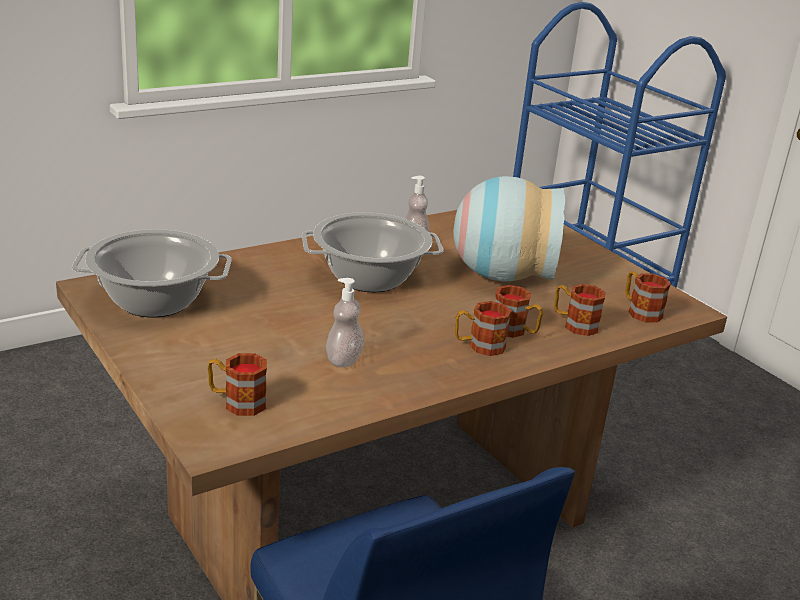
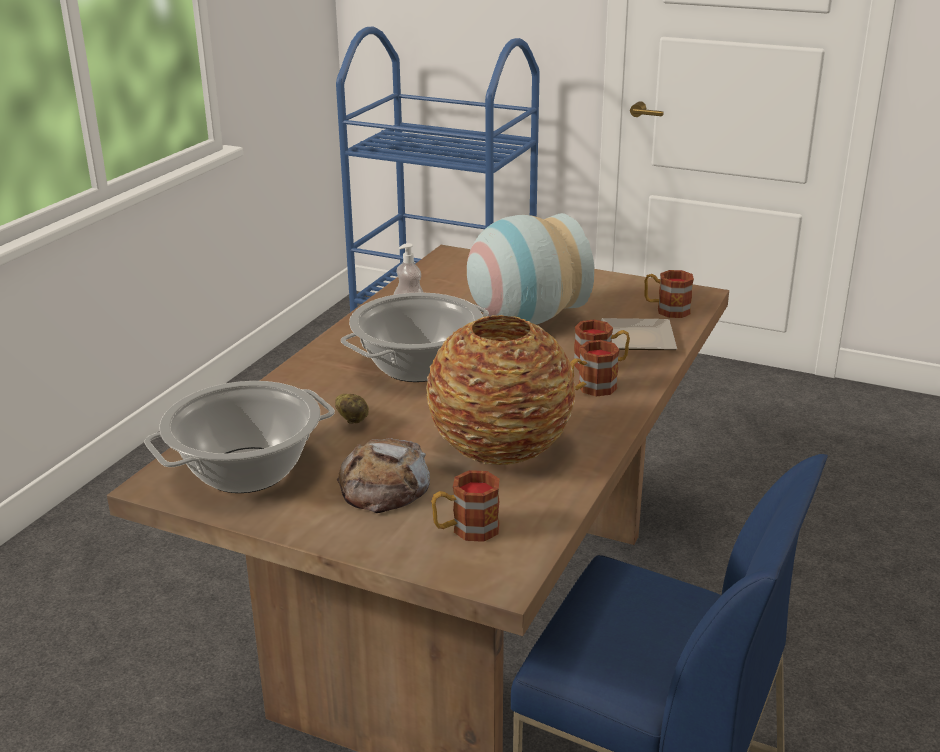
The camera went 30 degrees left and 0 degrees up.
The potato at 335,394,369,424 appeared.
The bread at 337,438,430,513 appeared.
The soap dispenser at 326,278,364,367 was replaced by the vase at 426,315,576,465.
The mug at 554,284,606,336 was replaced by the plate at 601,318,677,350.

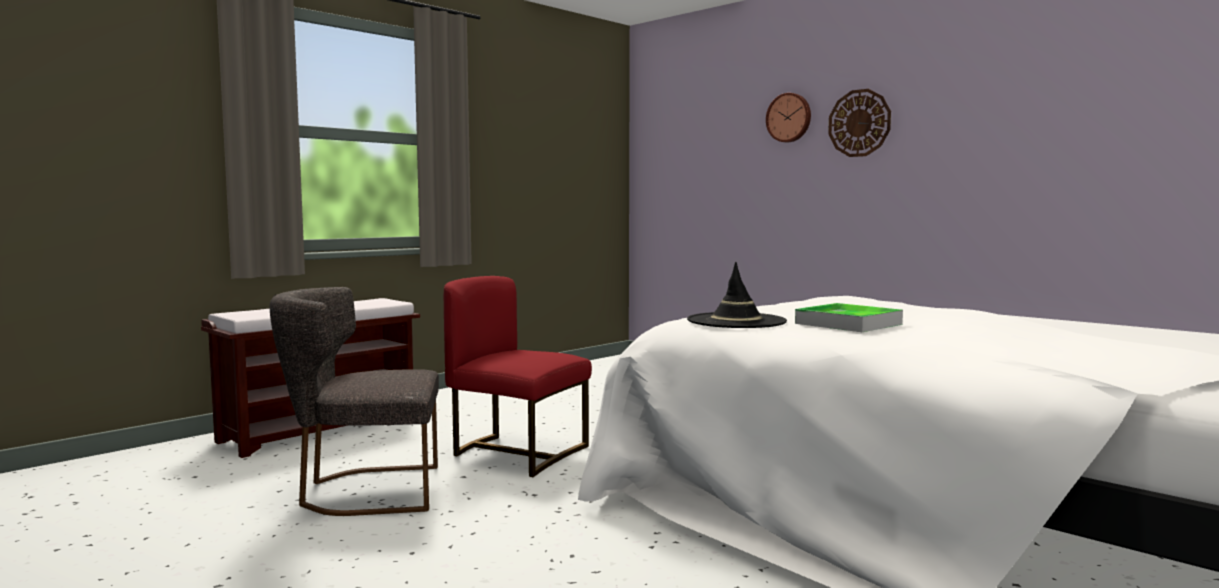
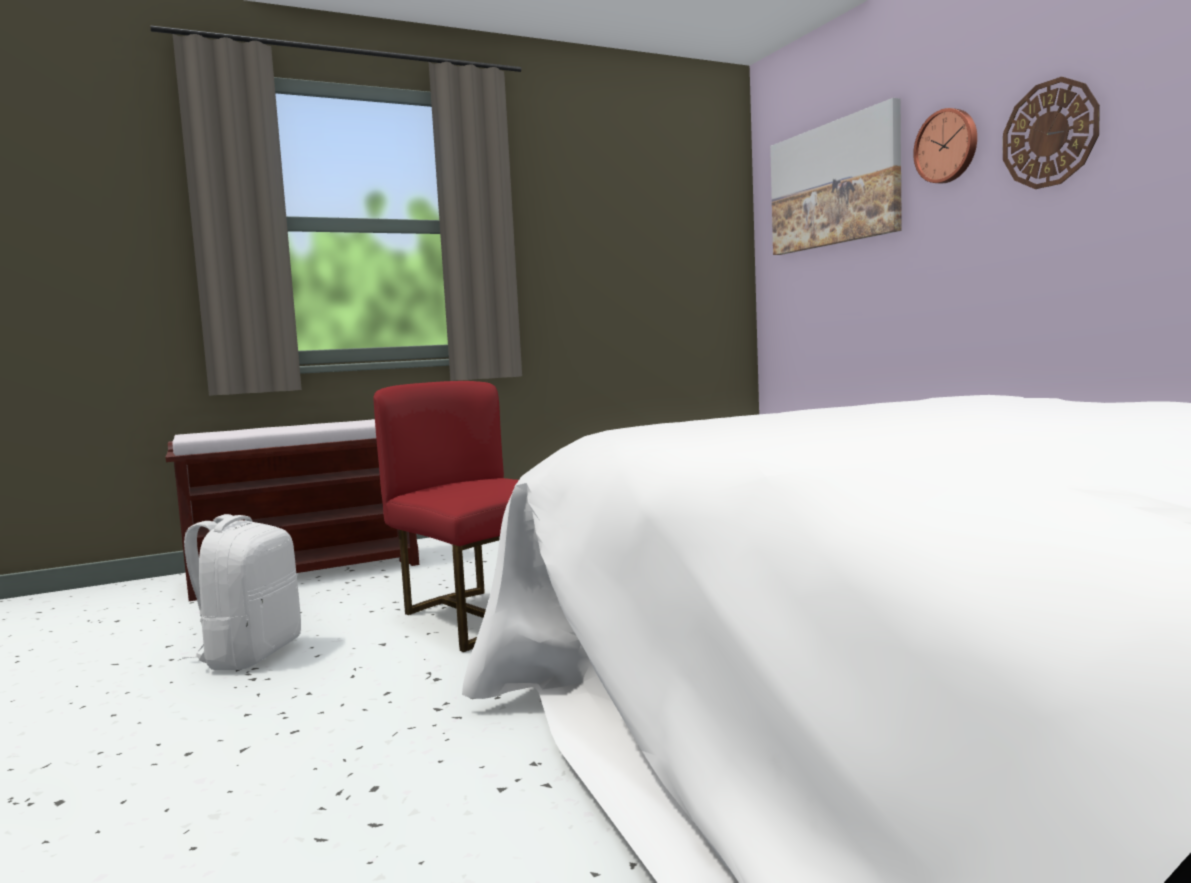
The camera went 20 degrees right and 0 degrees up.
The grey chair at 270,287,439,516 was replaced by the white backpack at 182,514,301,670.
The picture at 770,98,902,255 appeared.
The black hat at 687,262,787,328 disappeared.
The tray at 795,303,903,332 disappeared.

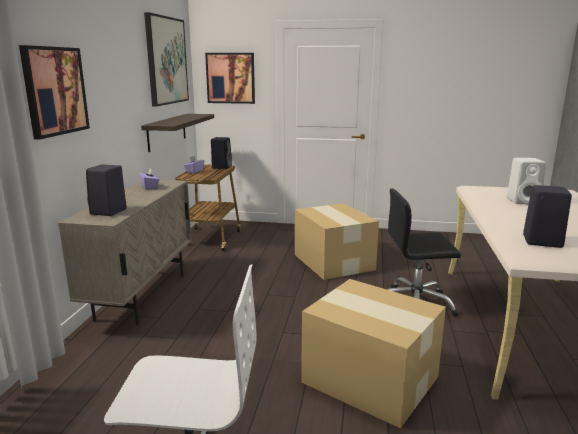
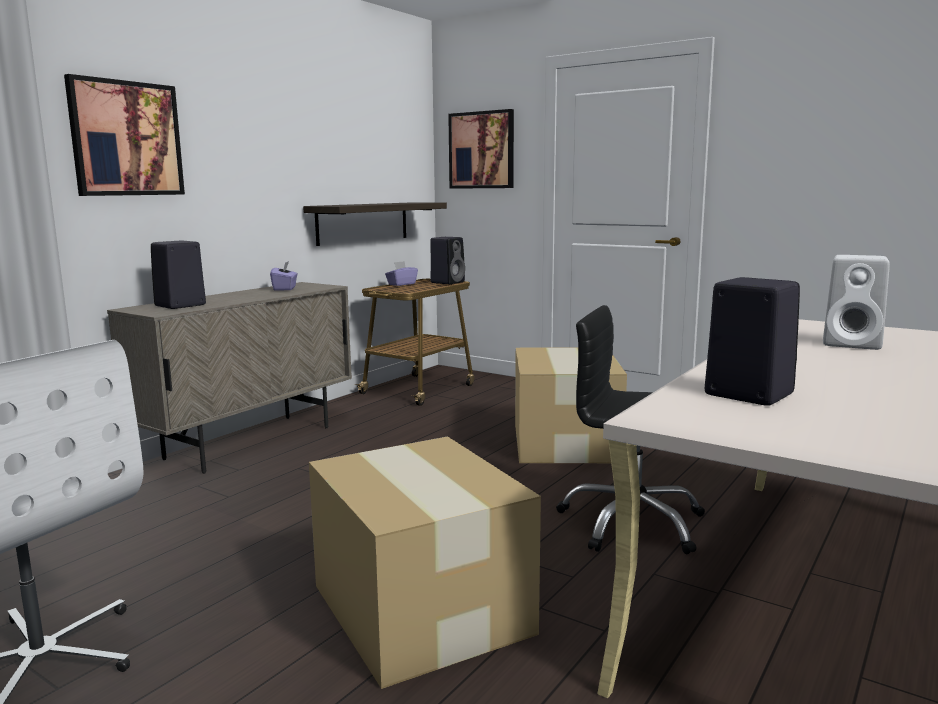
The camera went 25 degrees right and 5 degrees down.
The picture at 144,12,189,107 disappeared.

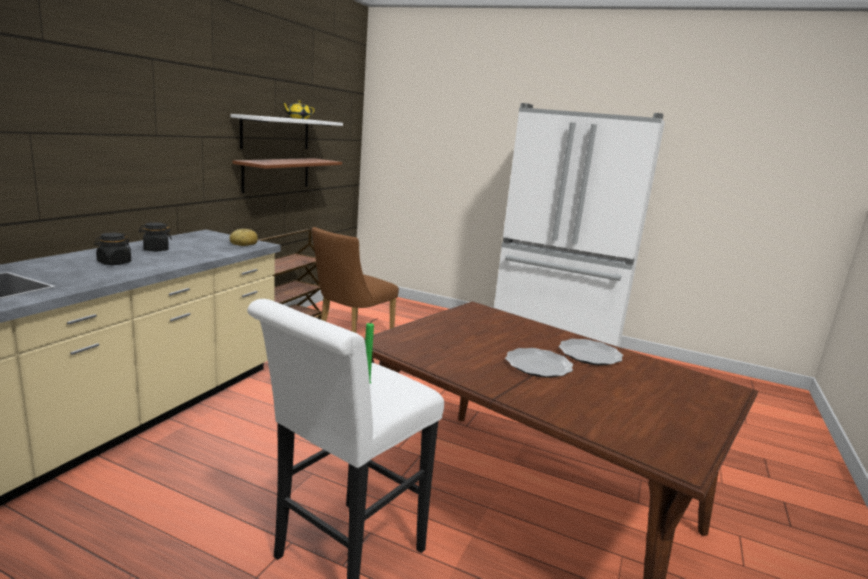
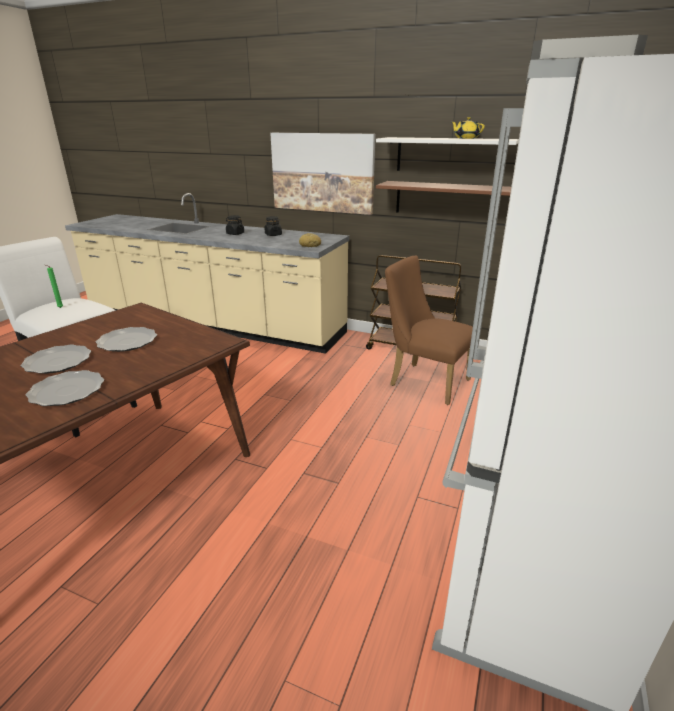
The camera went 90 degrees right and 10 degrees up.
The plate at 96,327,157,352 appeared.
The picture at 270,133,376,215 appeared.

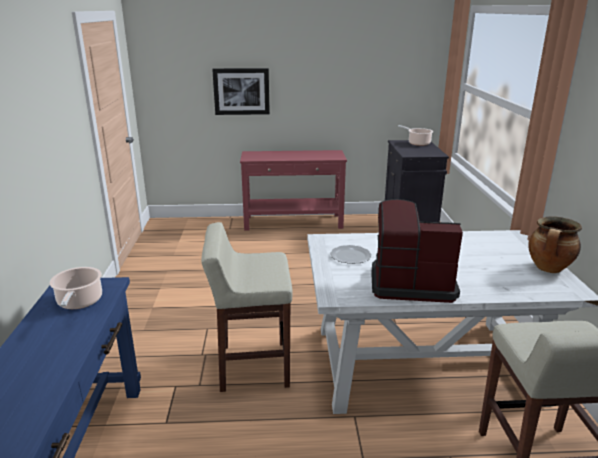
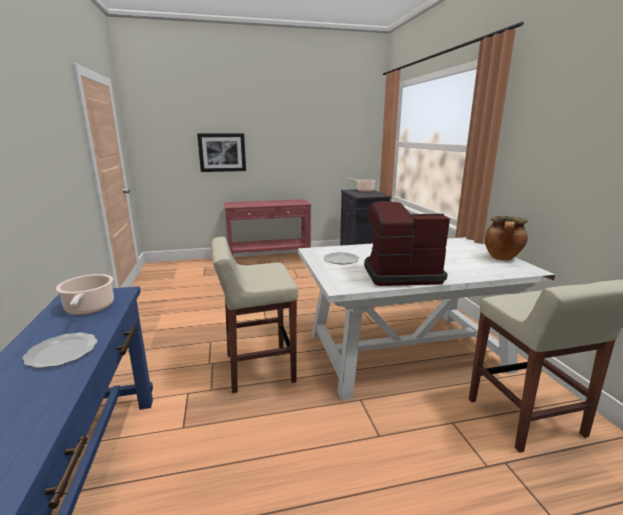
The camera went 10 degrees left and 5 degrees down.
The plate at 22,333,98,368 appeared.

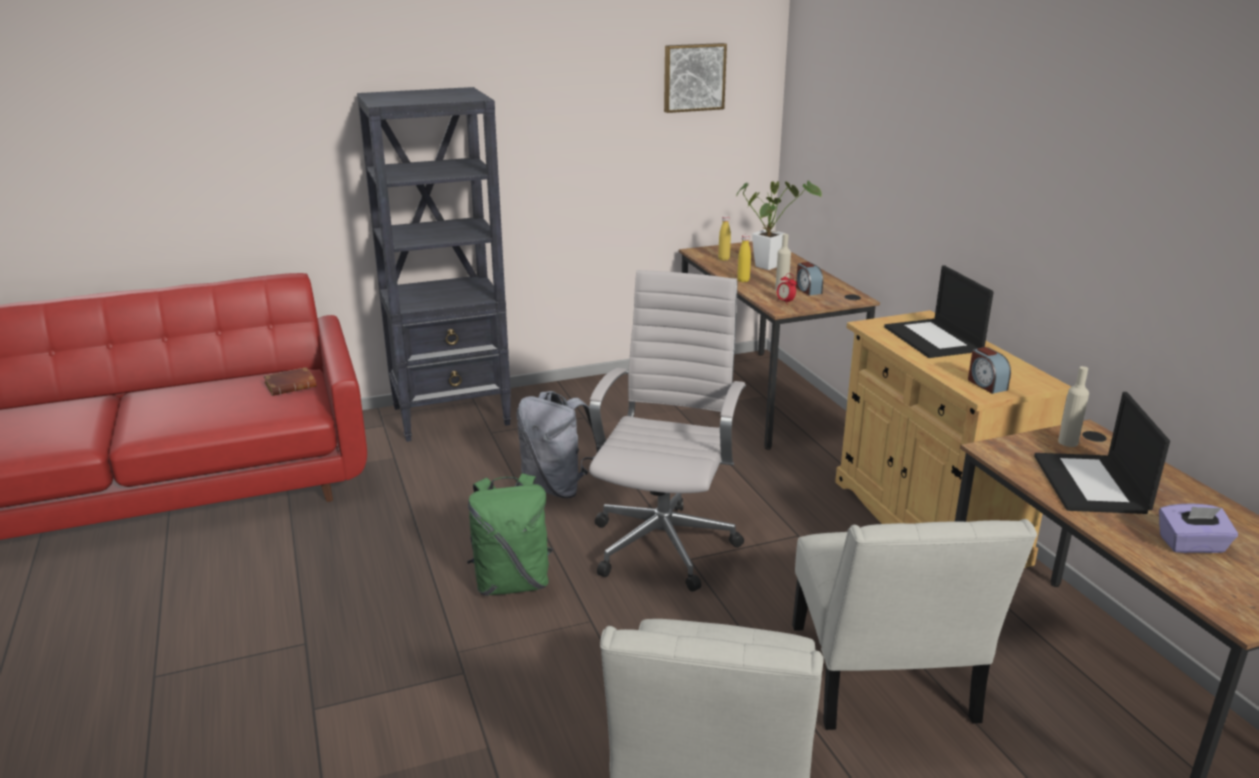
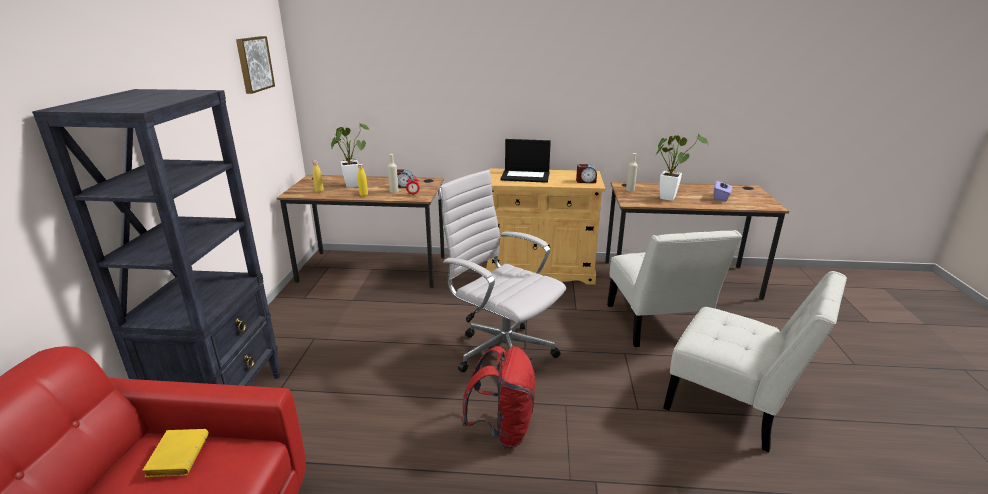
The camera went 65 degrees left and 0 degrees up.
The brown book at 263,367,317,396 became the yellow book at 142,429,209,477.
The green backpack at 467,473,553,596 became the red backpack at 461,346,536,449.
The white chair at 792,519,1037,730 turned 60 degrees clockwise.
The laptop at 1034,392,1170,514 was replaced by the potted plant at 656,134,708,201.
The grey backpack at 517,391,600,498 disappeared.

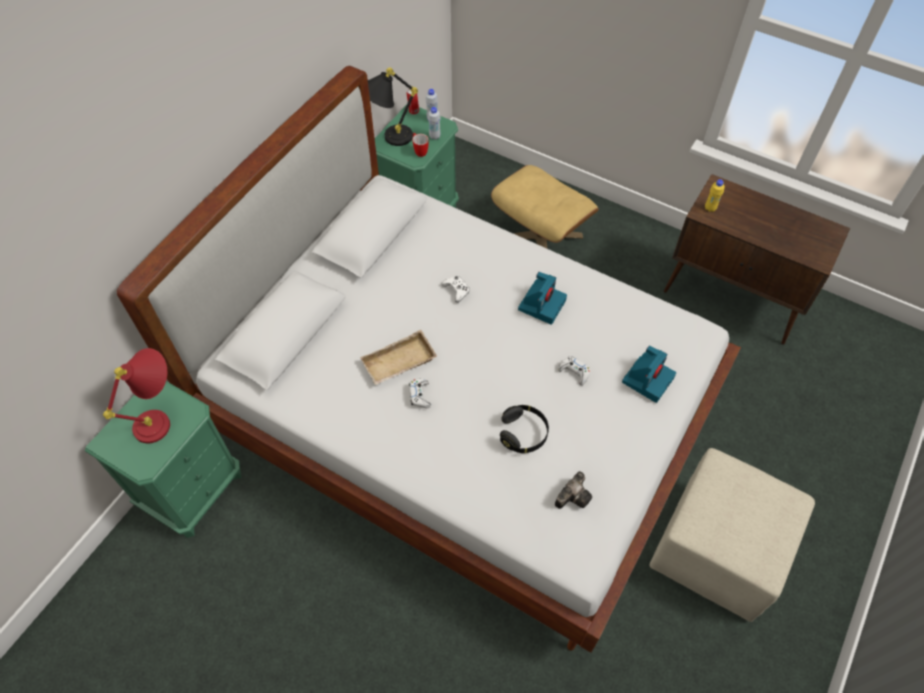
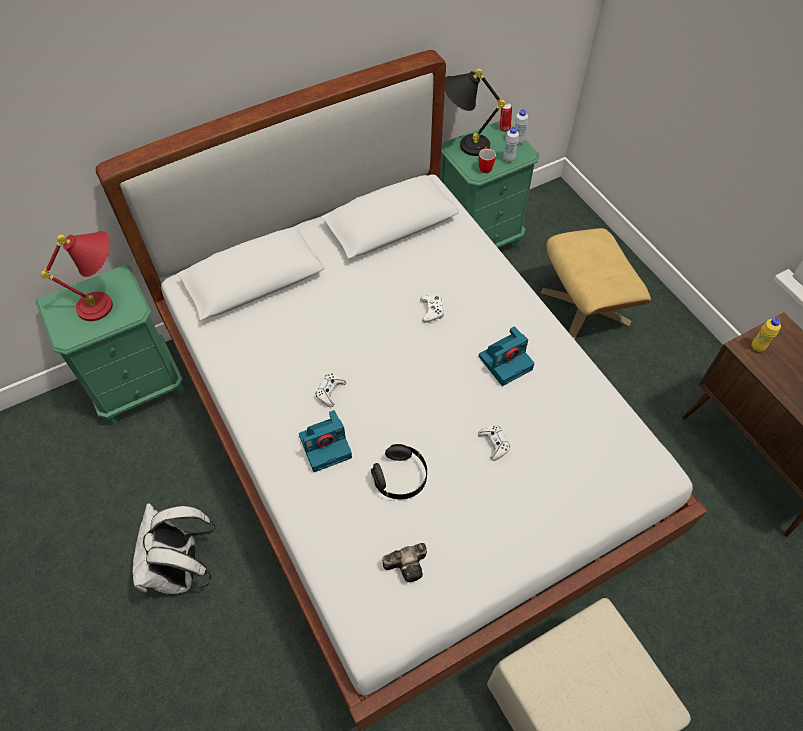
The camera went 30 degrees right and 0 degrees up.
The white backpack at 132,503,216,594 appeared.
The photo camera moved from 622,345,676,403 to 299,410,352,472.
The beige tray at 360,330,437,385 disappeared.

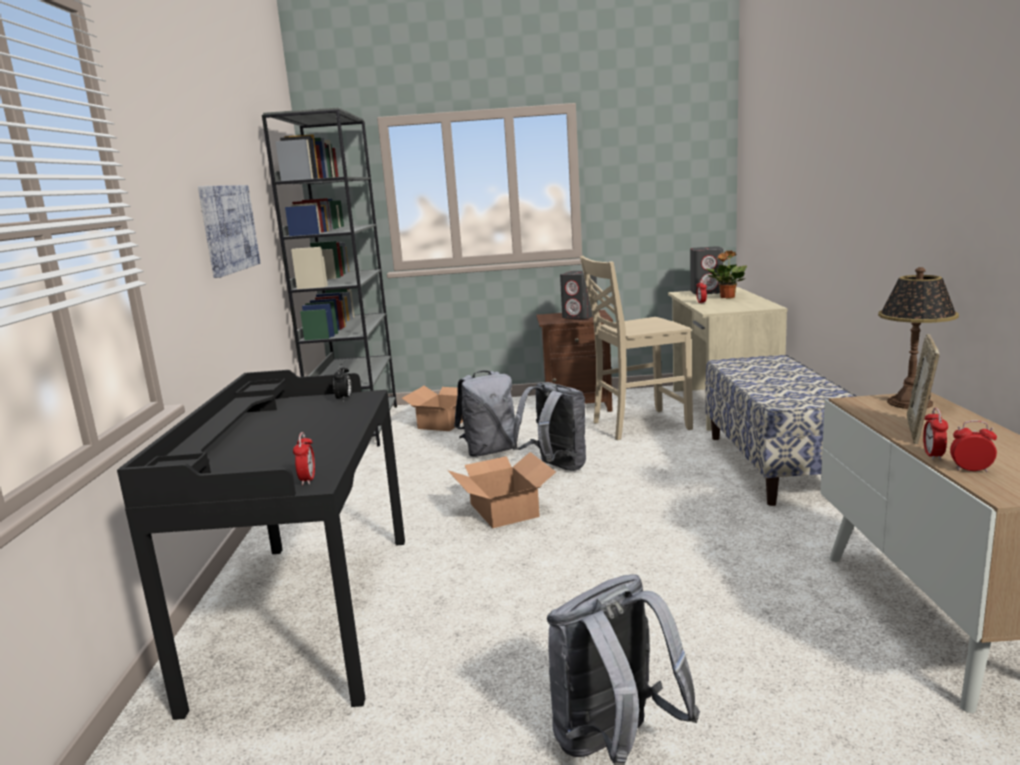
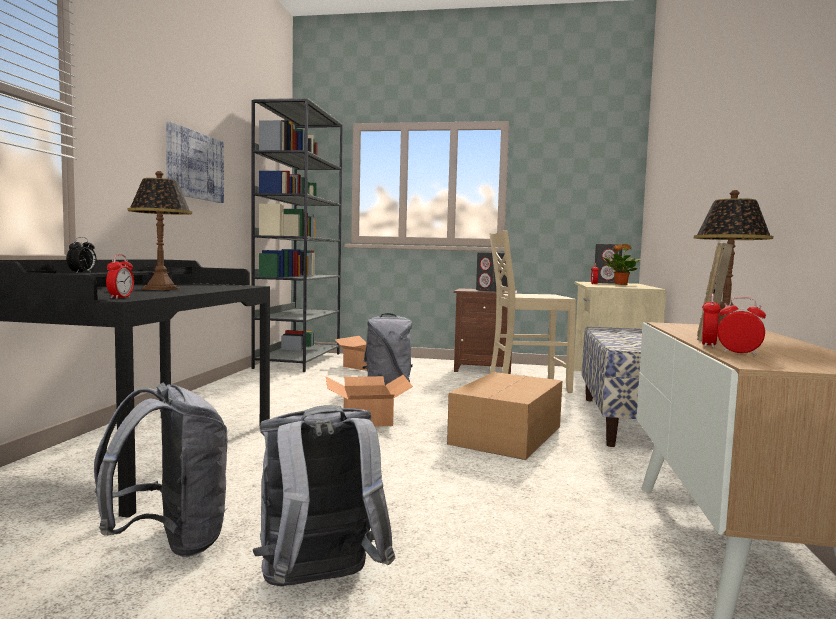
The camera went 10 degrees right and 10 degrees down.
The alarm clock moved from 333,364,352,401 to 66,237,96,274.
The grey backpack moved from 512,382,586,471 to 94,383,228,557.
The table lamp at 127,171,192,290 appeared.
The cardboard box at 447,372,562,460 appeared.

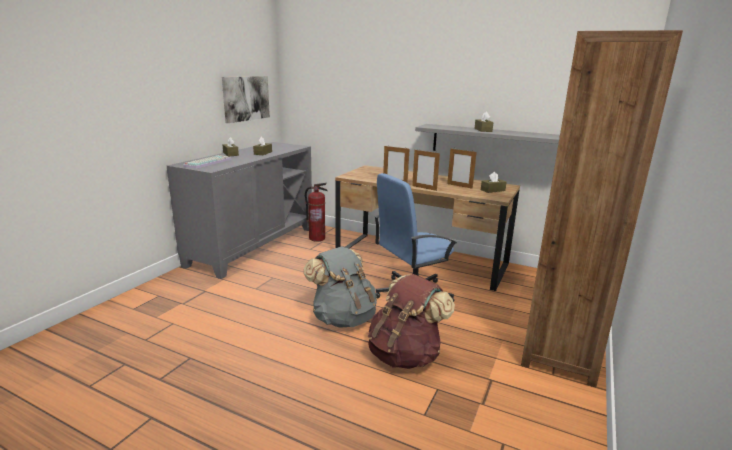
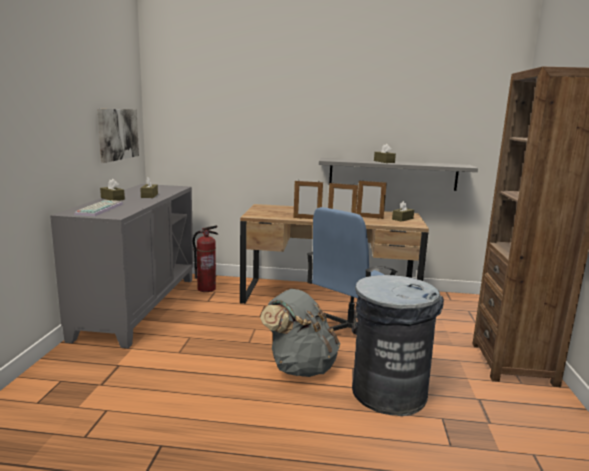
The camera went 20 degrees left and 5 degrees down.
The brown backpack at 368,274,455,369 was replaced by the grey trash can at 352,275,444,416.

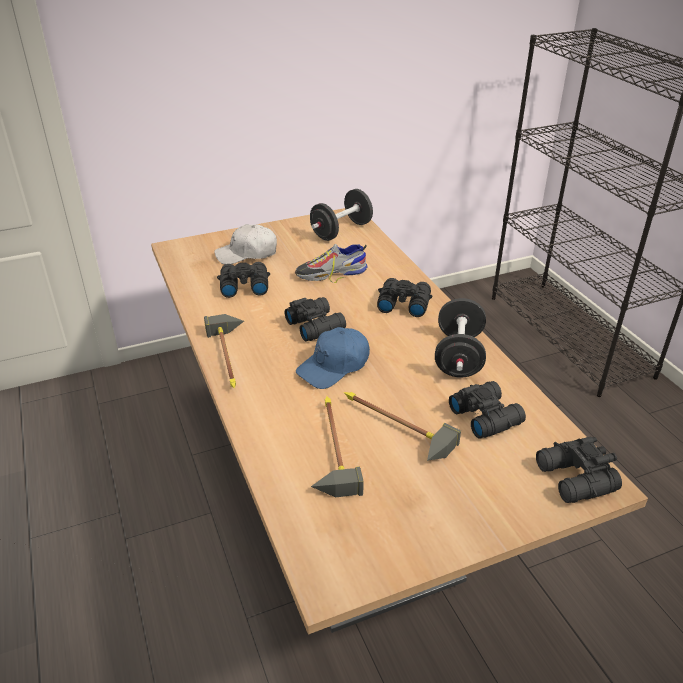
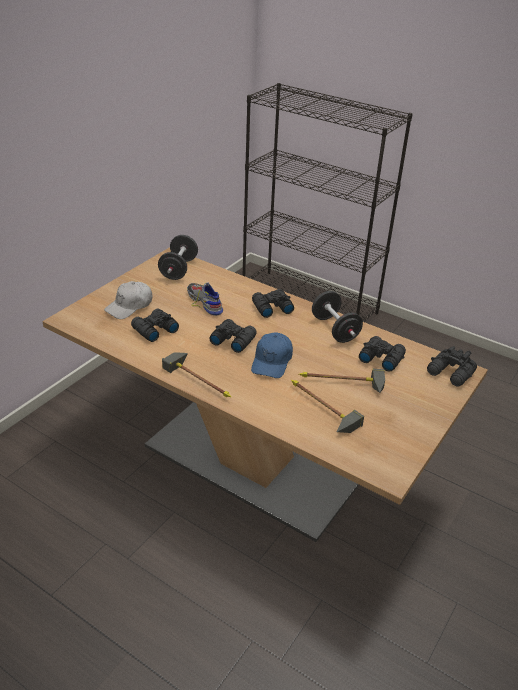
The camera went 35 degrees left and 0 degrees up.
The shoe at 295,244,368,283 turned 105 degrees clockwise.

